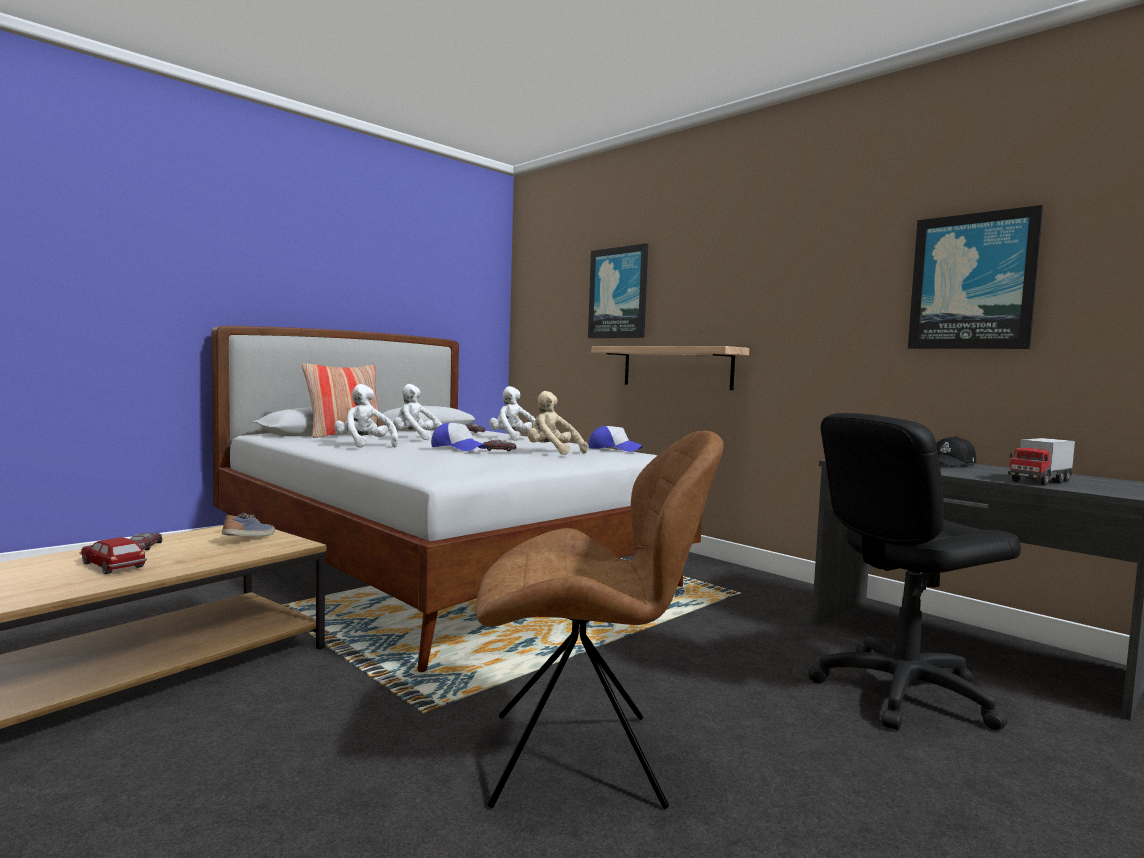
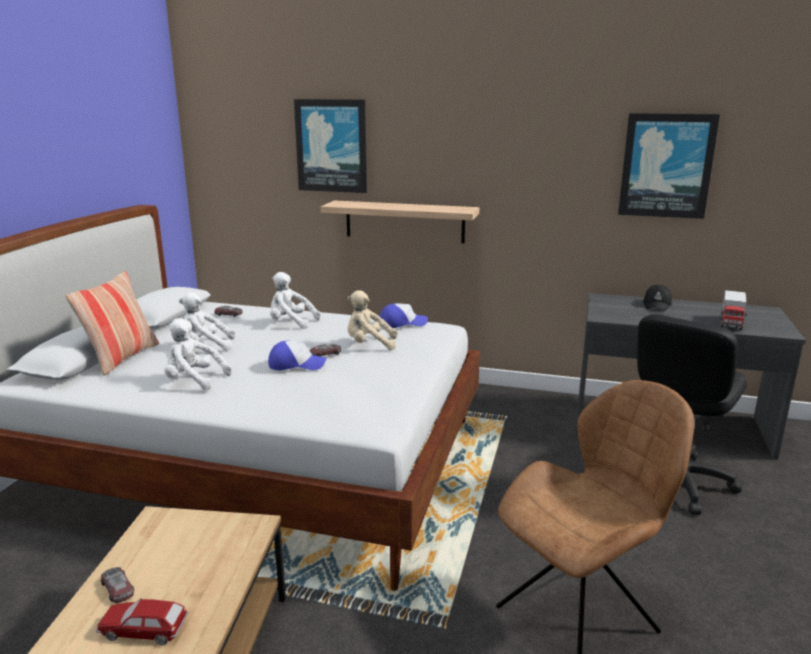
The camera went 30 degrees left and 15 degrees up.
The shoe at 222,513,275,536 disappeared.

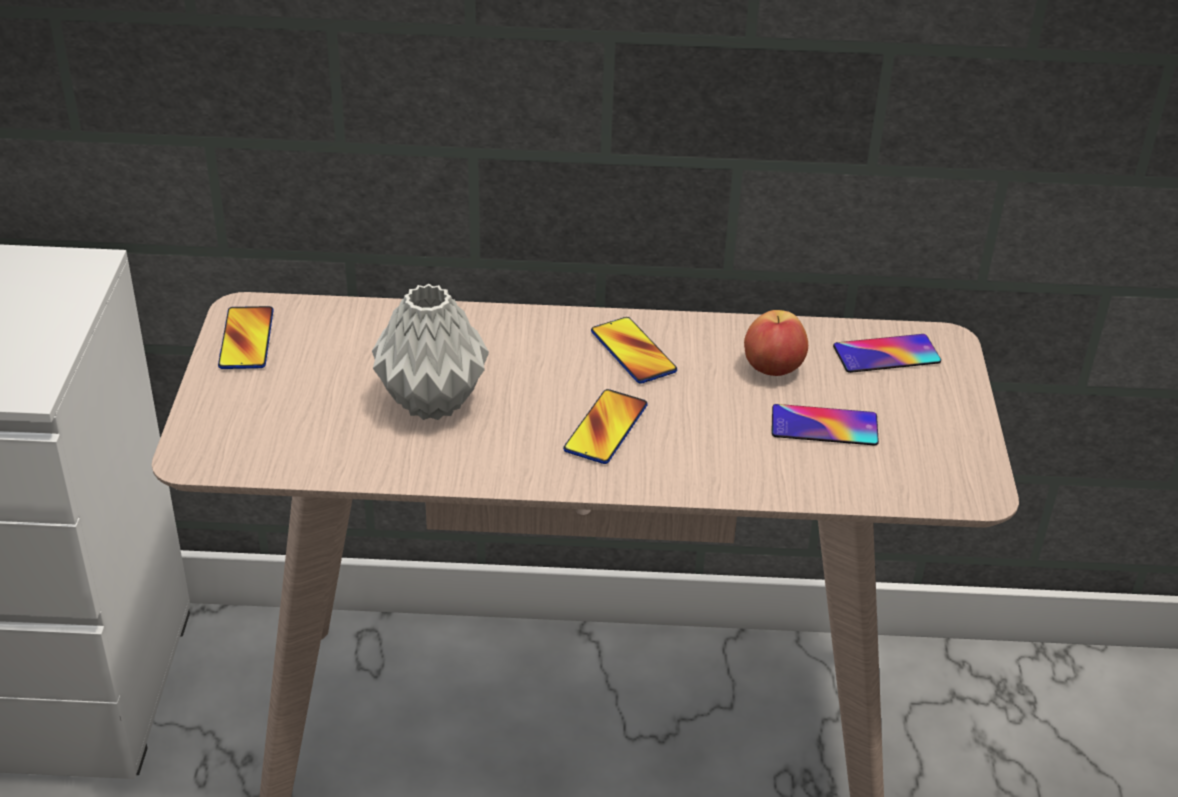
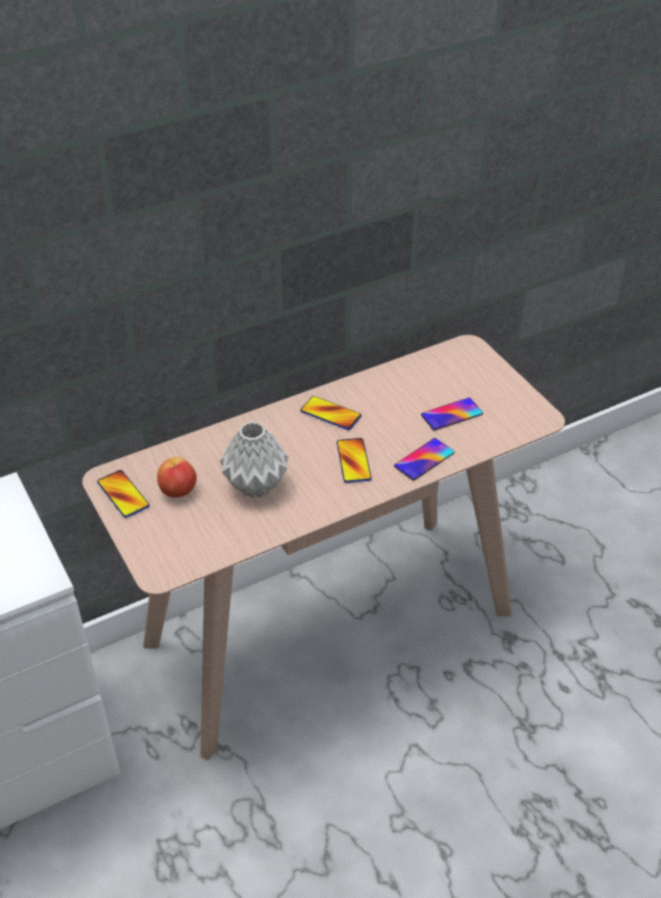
The camera went 30 degrees left and 5 degrees up.
The apple moved from 744,310,808,376 to 157,457,197,498.
The phone moved from 833,334,941,373 to 394,438,454,480.

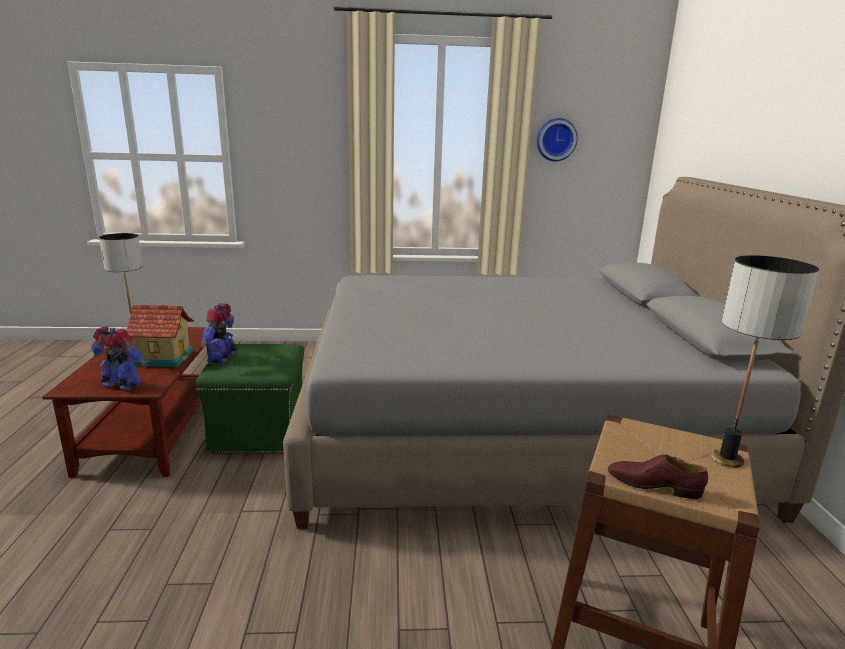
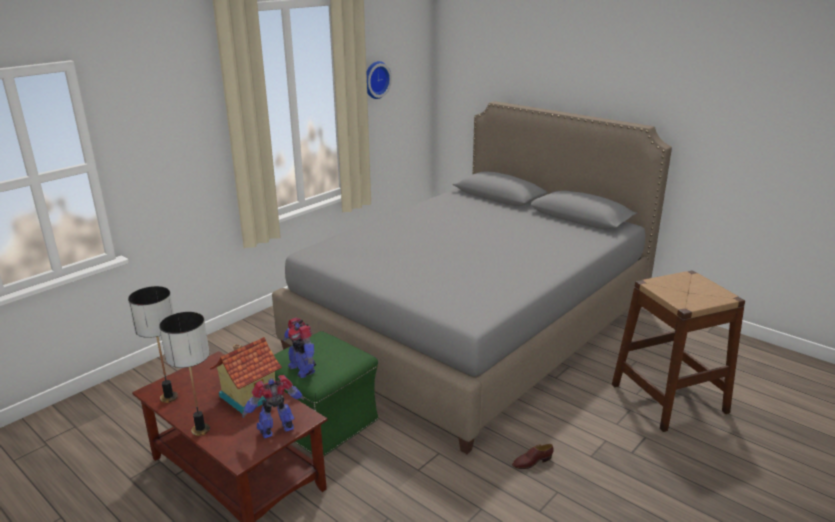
The camera went 45 degrees left and 5 degrees up.
The table lamp moved from 712,255,819,468 to 159,312,210,436.
The brown shoe moved from 608,454,708,499 to 512,444,554,469.

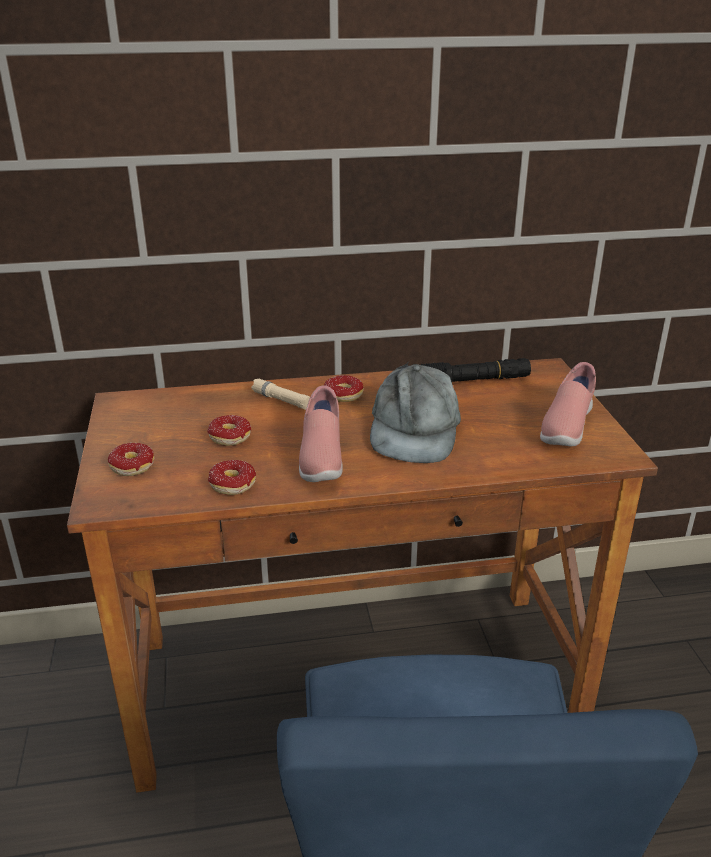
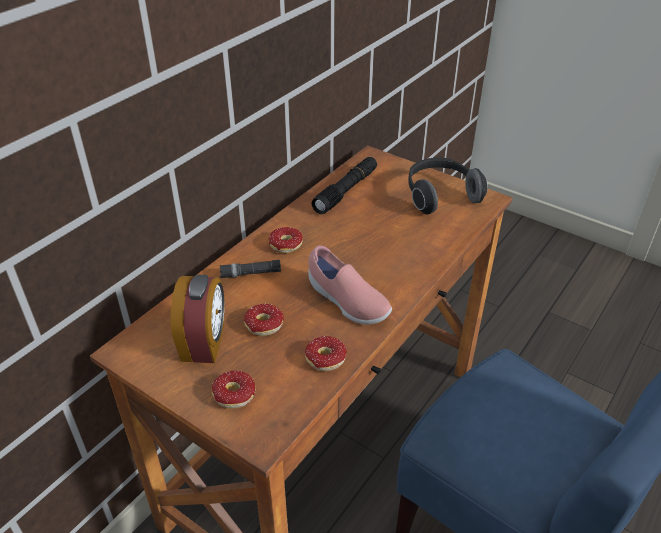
The camera went 45 degrees left and 10 degrees up.
The alarm clock at 171,274,225,363 appeared.
The beige flashlight at 251,379,310,410 became the black flashlight at 219,260,281,278.
The pink shoe at 540,362,596,447 was replaced by the headphones at 408,158,488,214.
The grey cap at 370,362,461,463 disappeared.

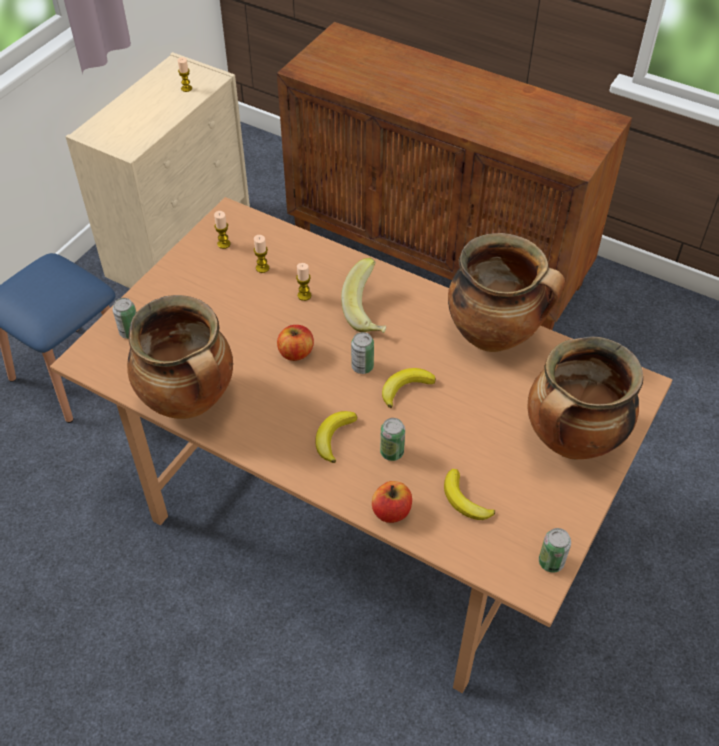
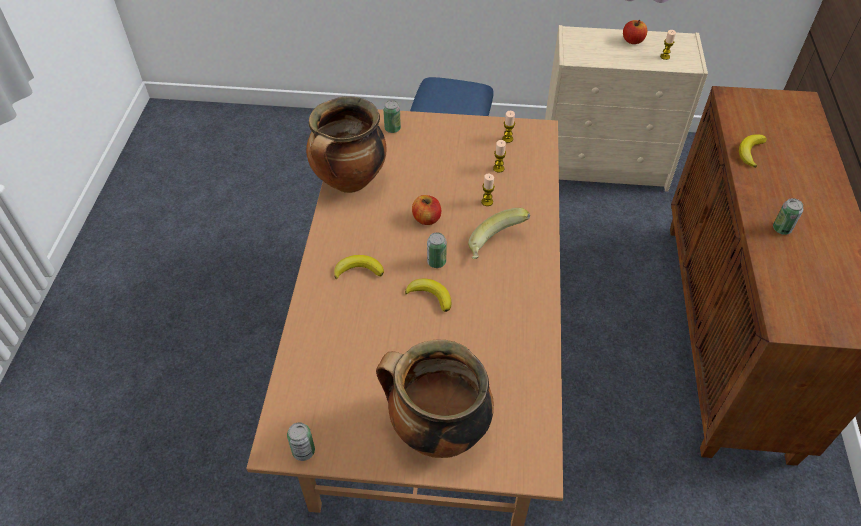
The camera went 65 degrees right and 0 degrees up.
The apple moved from 372,481,412,523 to 623,20,647,44.
The banana moved from 444,469,495,520 to 739,134,767,168.
The can moved from 380,418,405,461 to 773,198,803,235.
The cooking pot at 448,233,565,352 disappeared.

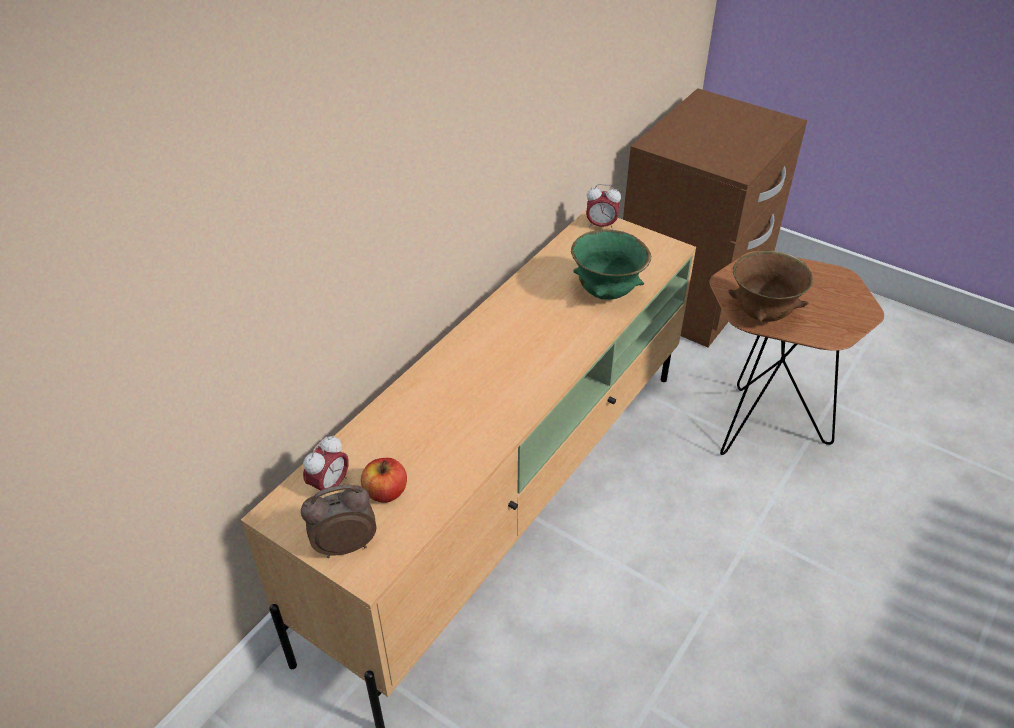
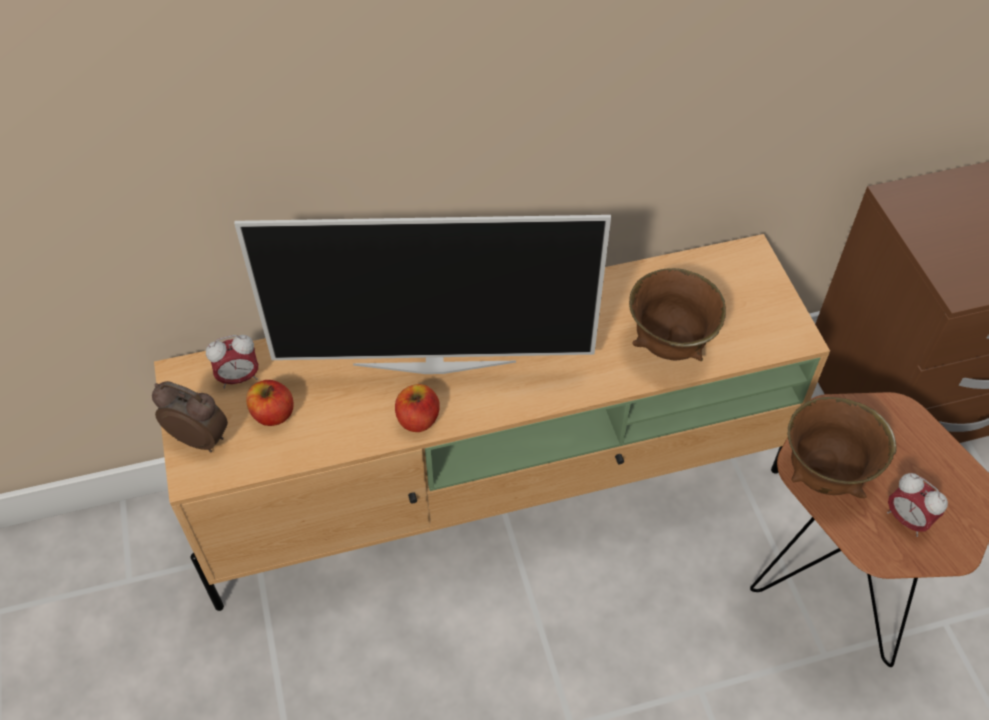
The camera went 40 degrees right and 10 degrees up.
The television at 234,215,611,374 appeared.
The apple at 395,384,440,432 appeared.
The green bowl at 571,230,651,300 became the brown bowl at 629,268,726,361.
The alarm clock moved from 586,184,621,230 to 887,473,948,537.

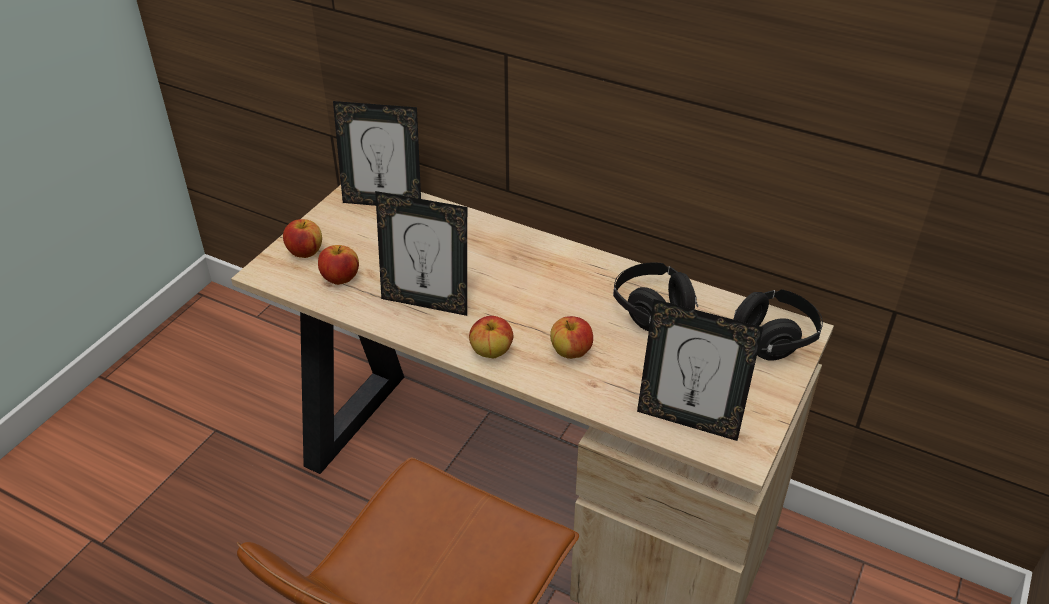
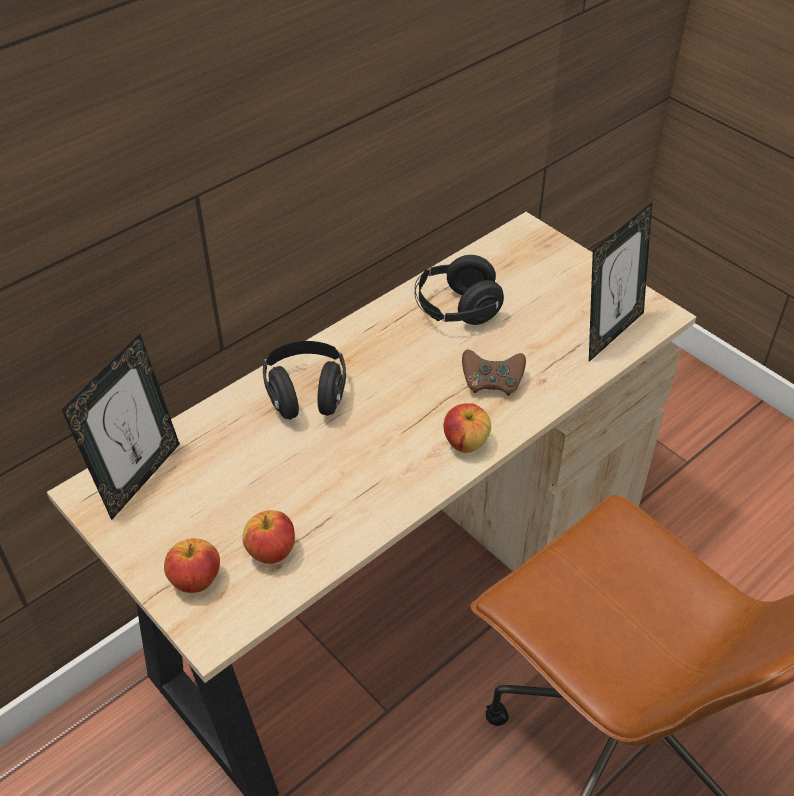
The camera went 70 degrees left and 5 degrees up.
The black headphones moved from 733,289,823,361 to 263,341,346,420.
The apple at 550,316,593,359 was replaced by the brown game controller at 462,350,526,395.
The picture frame at 375,191,467,316 disappeared.

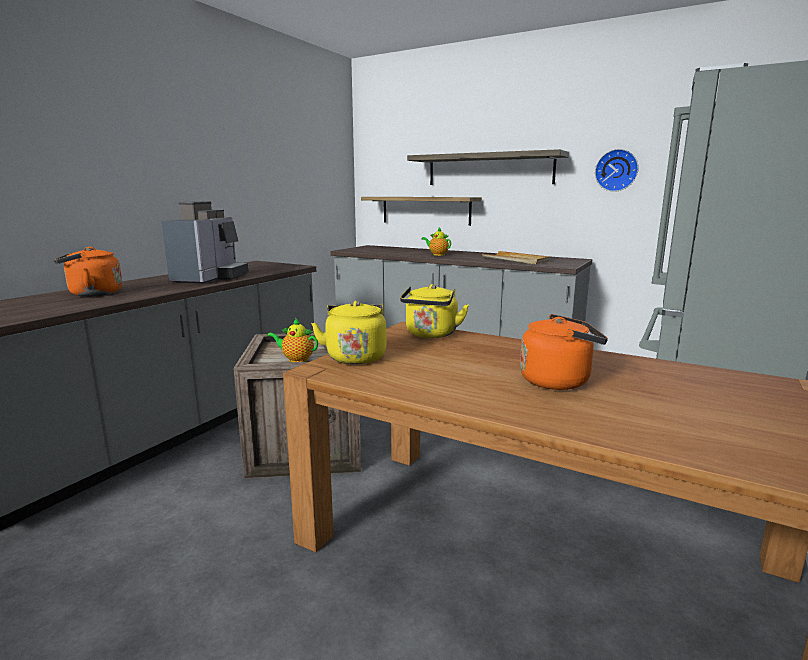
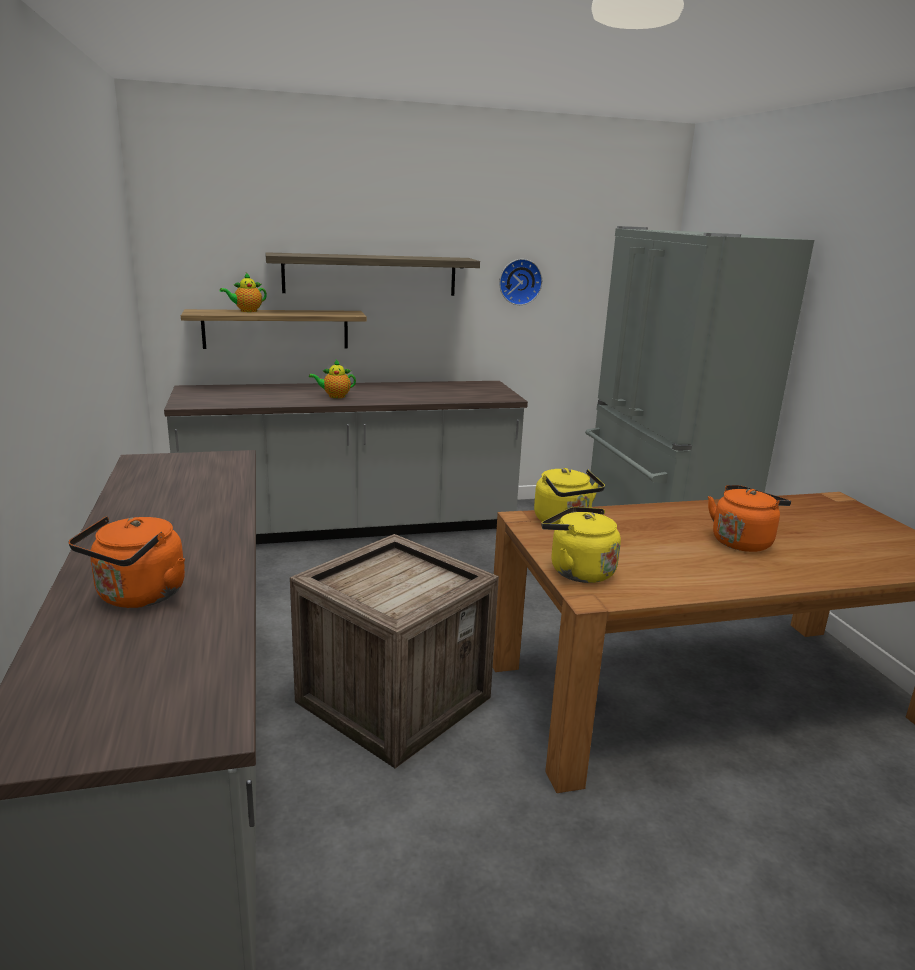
The camera went 45 degrees left and 5 degrees up.
The teapot moved from 267,318,318,362 to 220,273,267,312.
The coffee machine at 162,201,249,284 disappeared.
The beige tray at 482,251,550,264 disappeared.

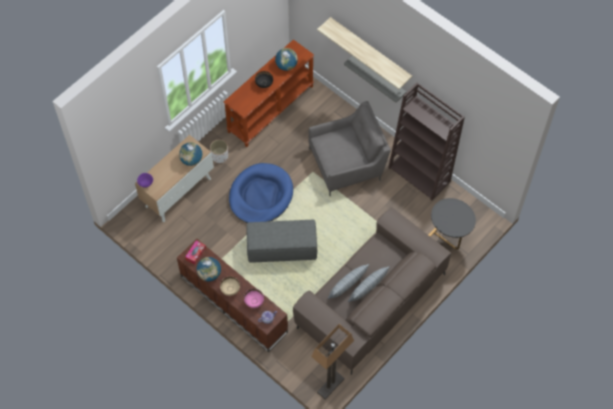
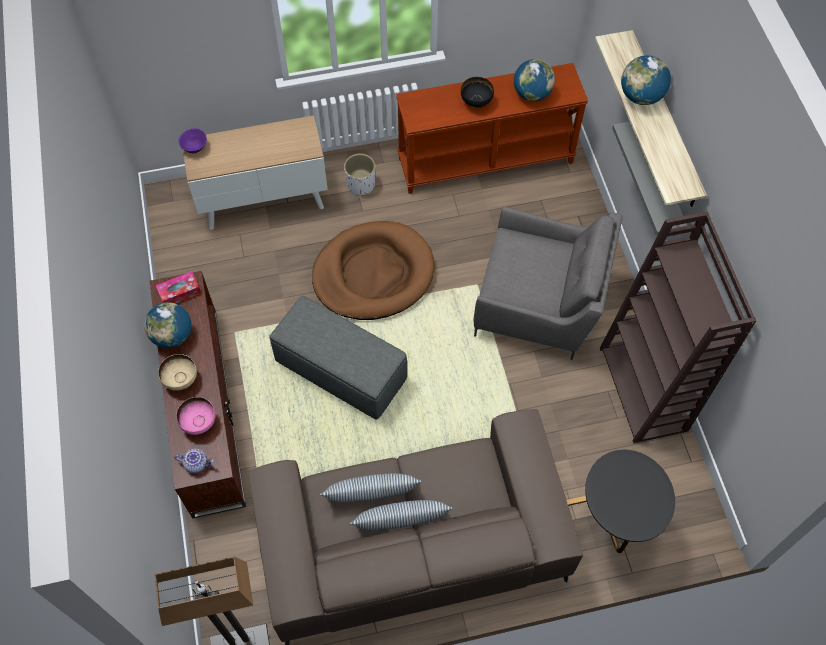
The camera went 35 degrees right and 0 degrees up.
The blue dog bed at 229,163,293,223 became the brown dog bed at 312,221,434,320.
The globe moved from 179,142,202,166 to 621,55,671,105.

